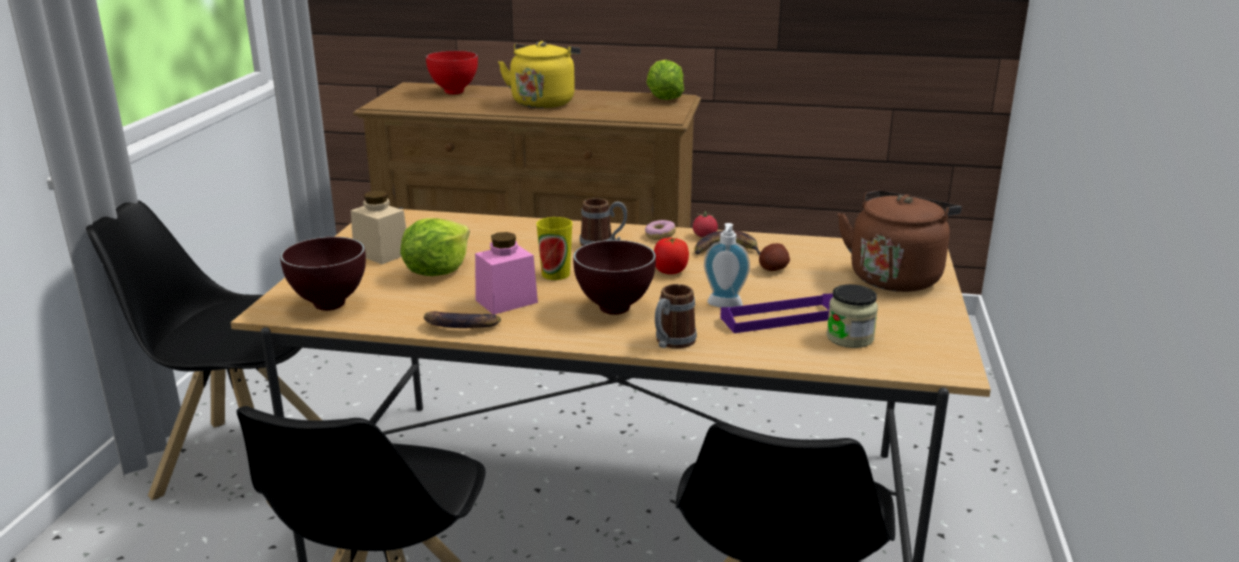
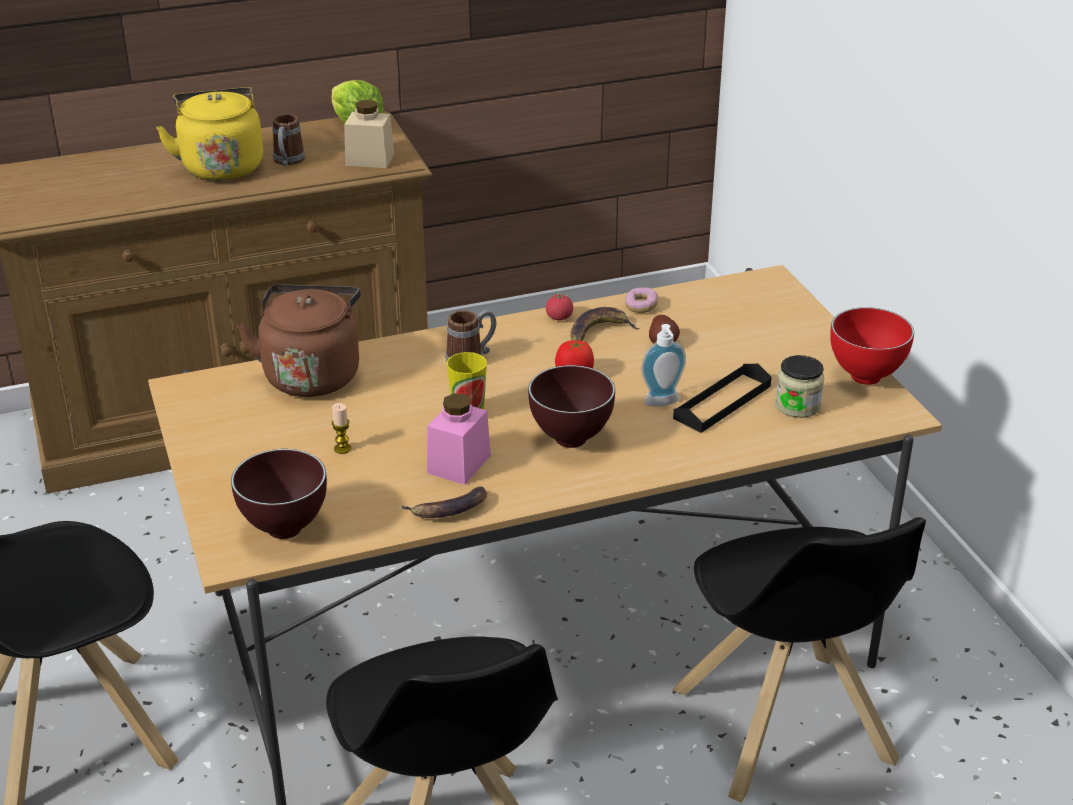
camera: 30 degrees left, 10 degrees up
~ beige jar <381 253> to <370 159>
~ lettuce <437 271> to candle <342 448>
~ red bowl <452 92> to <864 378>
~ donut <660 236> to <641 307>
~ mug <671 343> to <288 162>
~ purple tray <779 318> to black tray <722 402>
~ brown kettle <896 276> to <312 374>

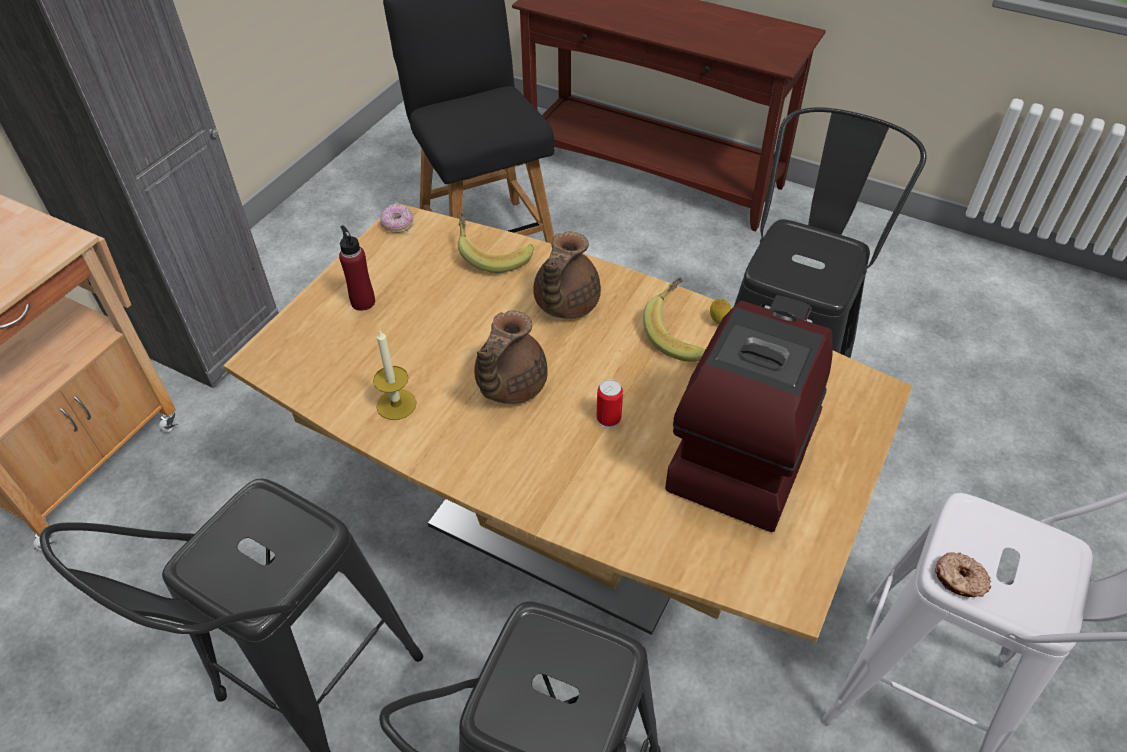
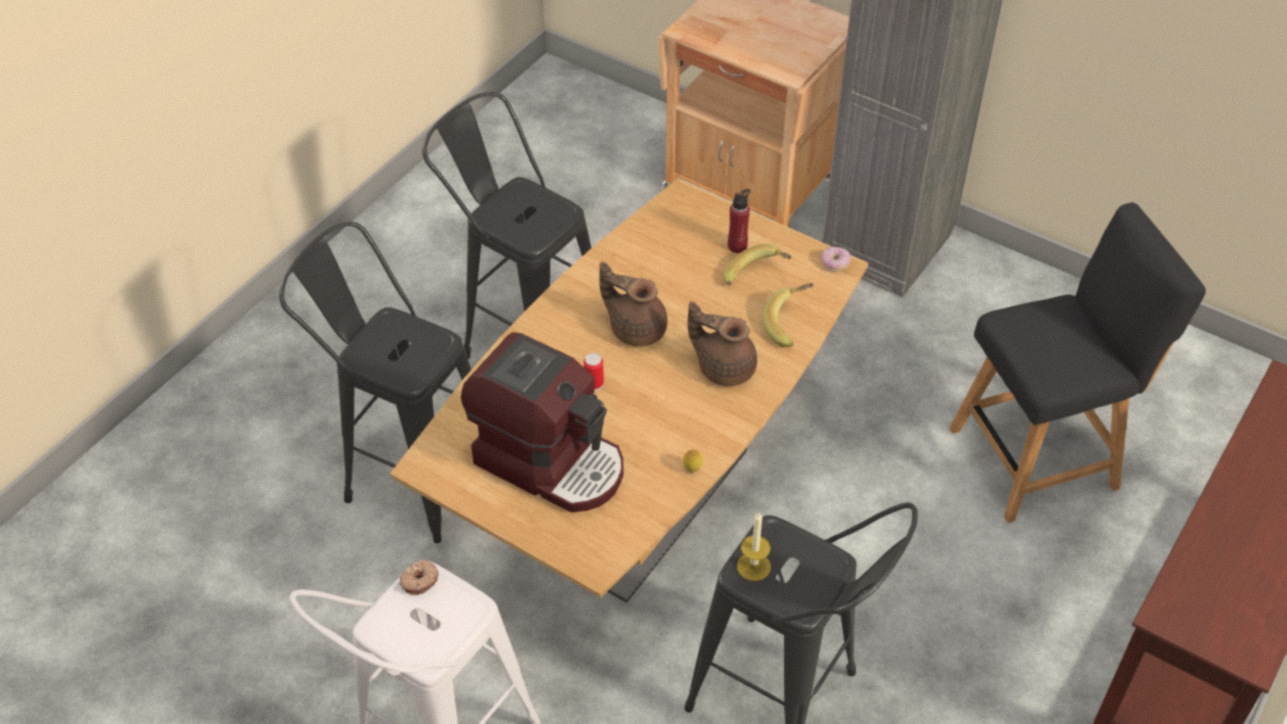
camera: 95 degrees right, 0 degrees up
~ candle <396 404> to <753 566>
~ banana <679 334> to <757 277>

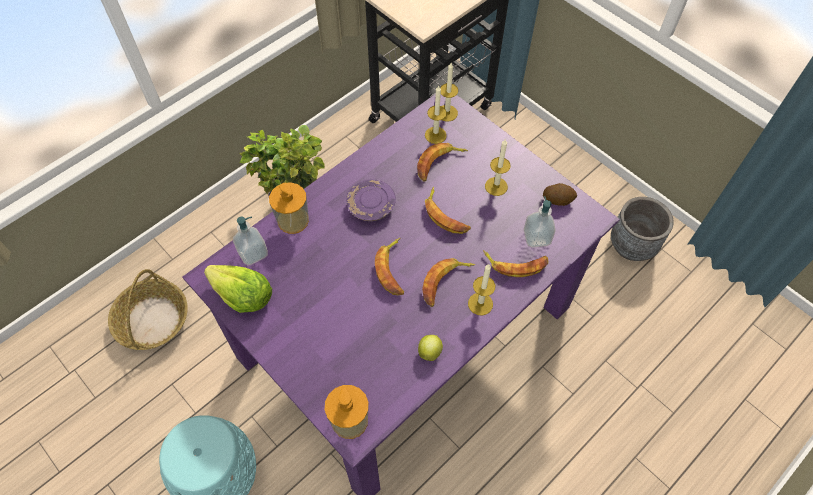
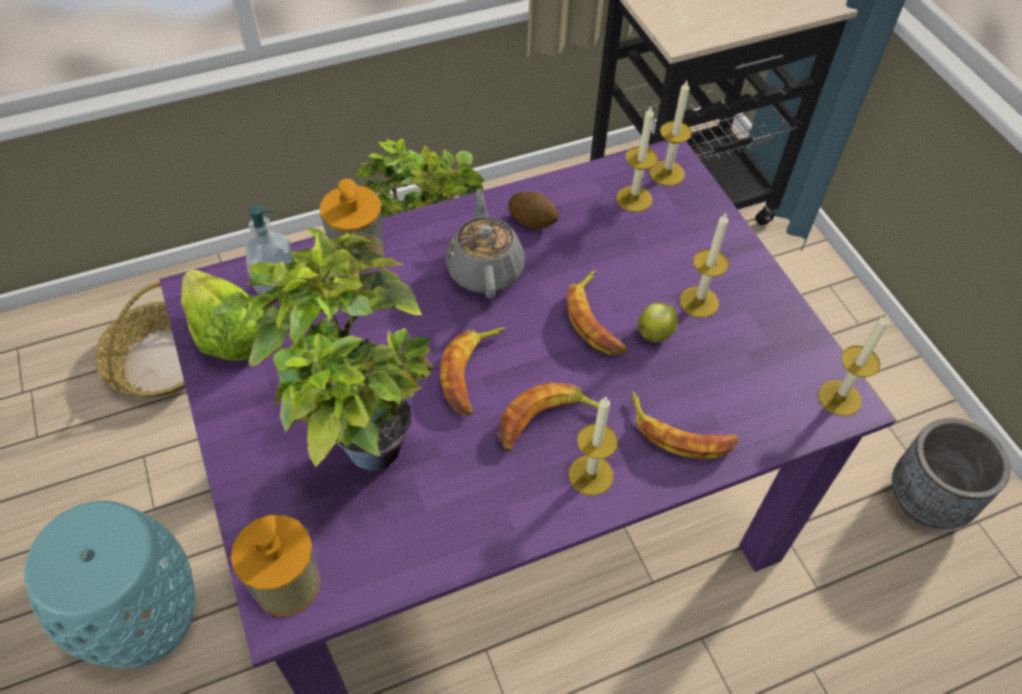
camera: 20 degrees right, 5 degrees down
~ purple plate <371 206> to grey teapot <485 269>
- banana <438 164>
~ apple <430 351> to <655 333>
- soap dispenser <536 237>
~ potato <558 199> to <532 220>
+ potted plant <359 439>
+ candle <839 398>

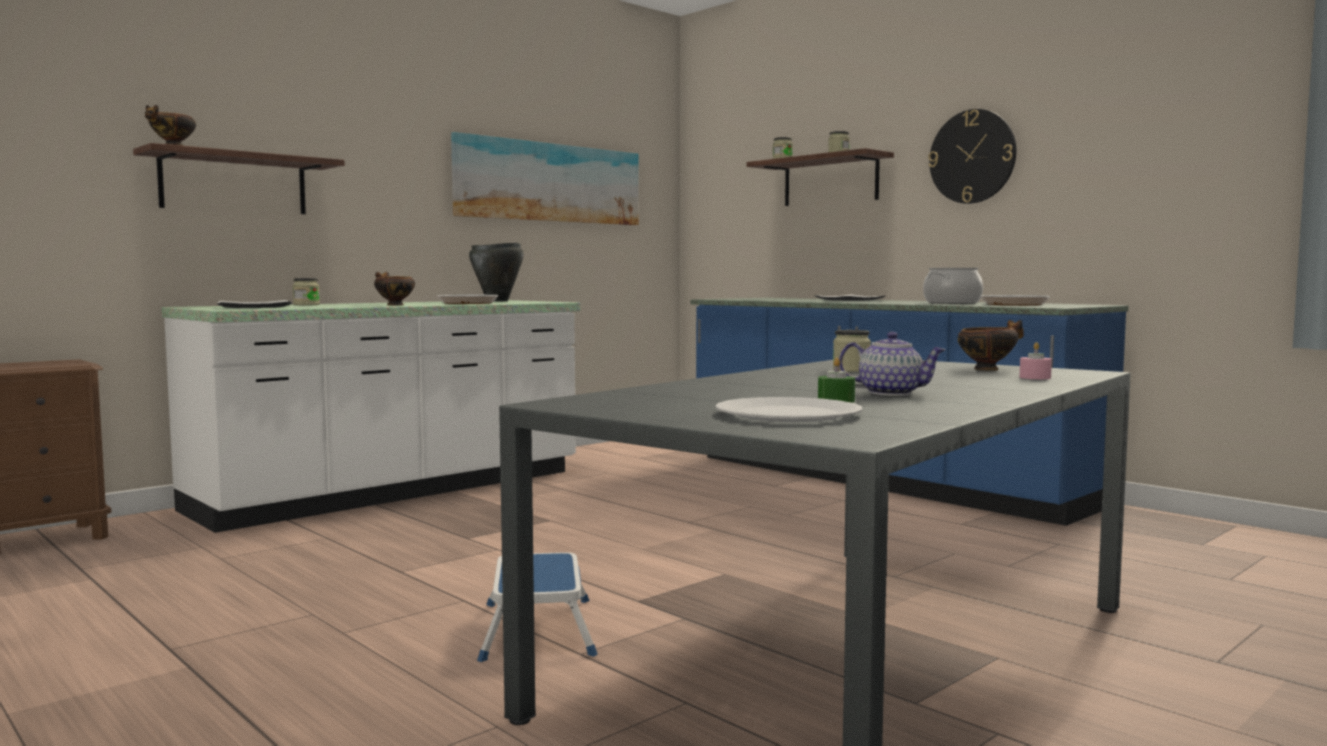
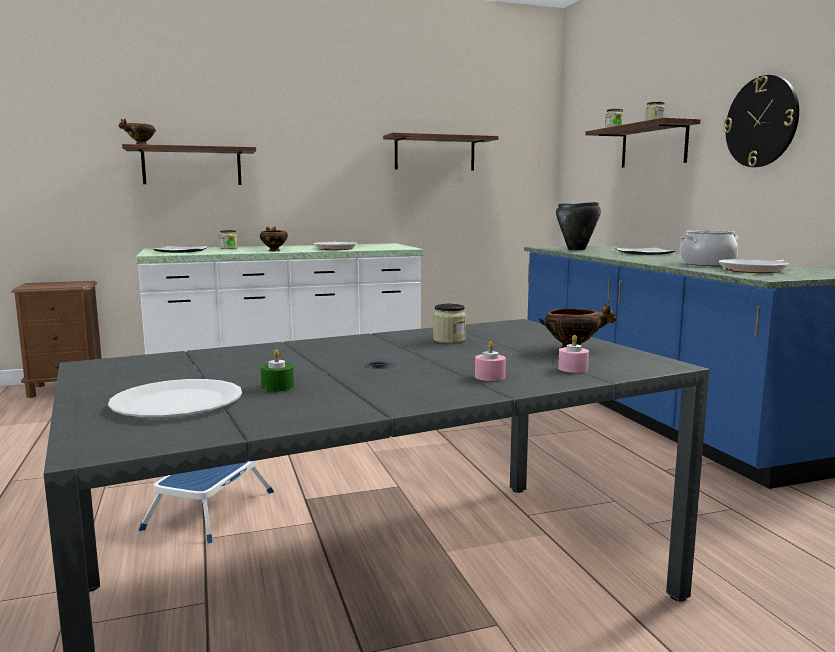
camera: 25 degrees right, 5 degrees up
~ picture <549 182> to shelf <435 153>
~ black cooking pot <497 301> to <576 249>
- teapot <891 393>
+ pink candle <490 376>

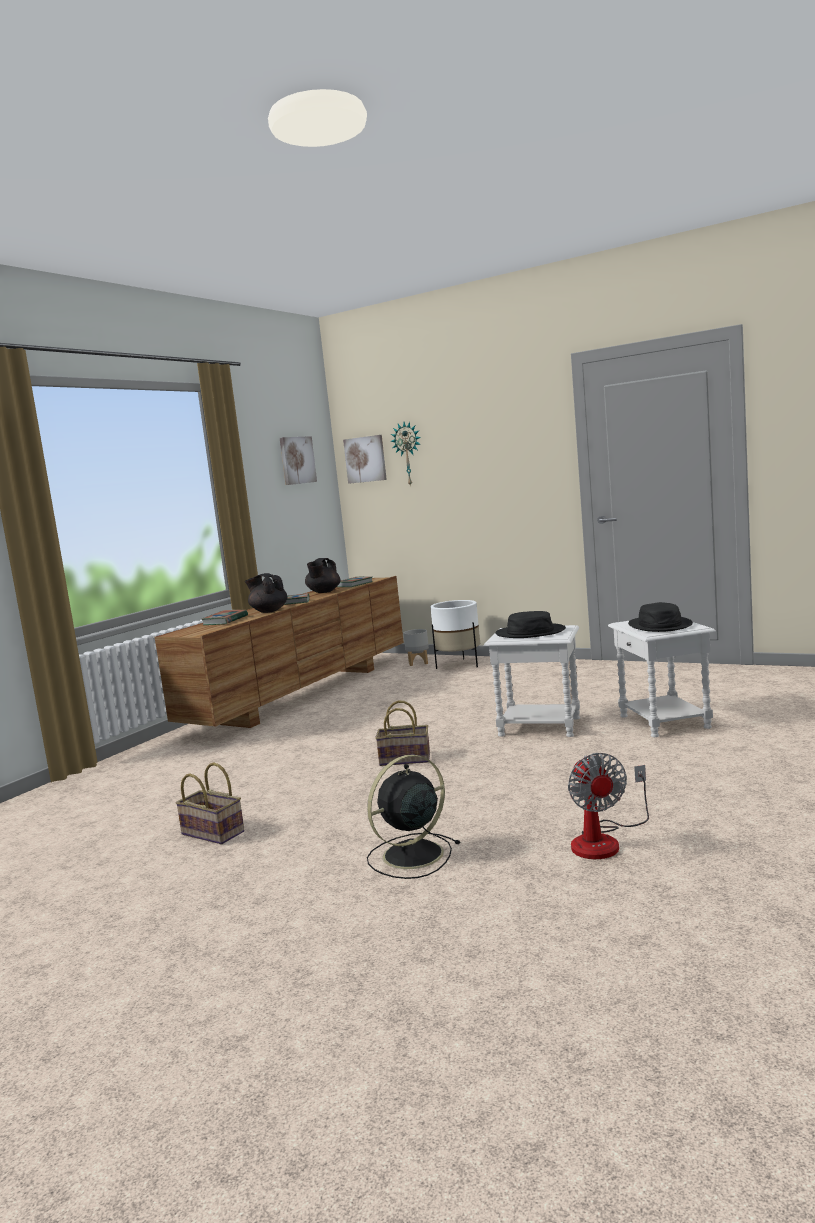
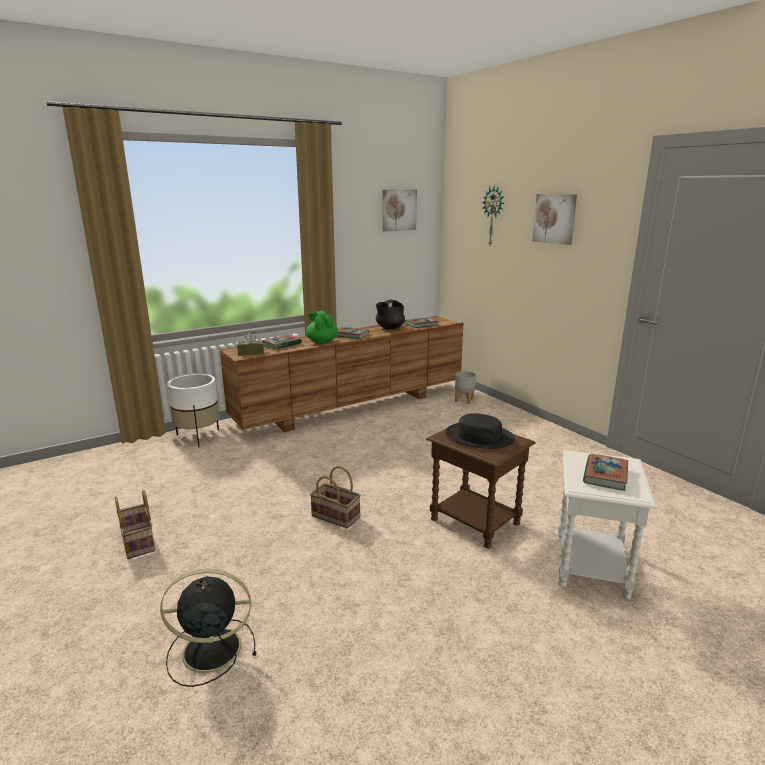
camera: 25 degrees right, 10 degrees up
~ black teapot <268 611> to green teapot <322 342>
~ picture <365 459> to <555 218>
~ white planter <459 665> to <198 437>
~ white side table <539 727> to brown side table <474 521>
- fan <604 840>
~ black hat <660 625> to book <605 475>
+ brown tissue box <251 353>

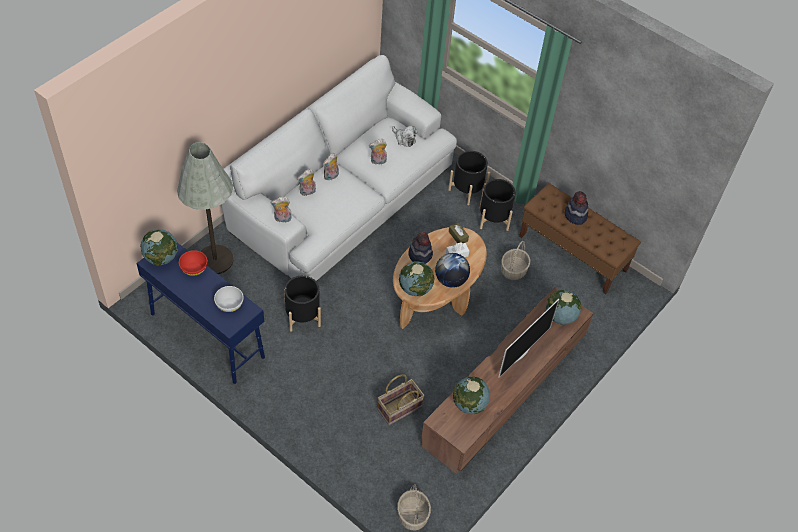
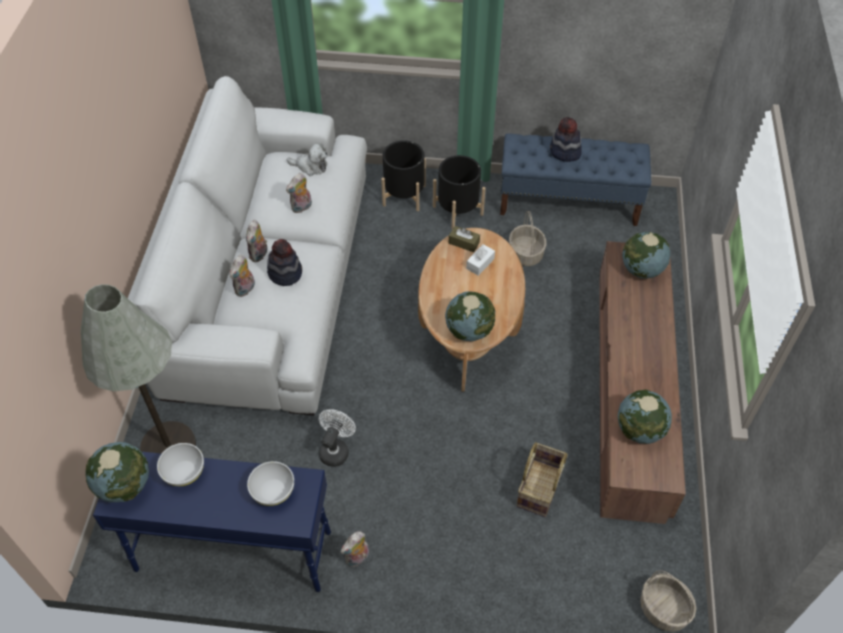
camera: 30 degrees left, 0 degrees up
~ red bowl <194 268> to white bowl <184 472>
~ plush toy <282 219> to <357 558>
~ black planter <302 316> to white fan <336 449>
~ hat <420 255> to <285 273>
- globe <451 280>
- television <520 353>
~ brown bench <573 253> to blue bench <569 202>

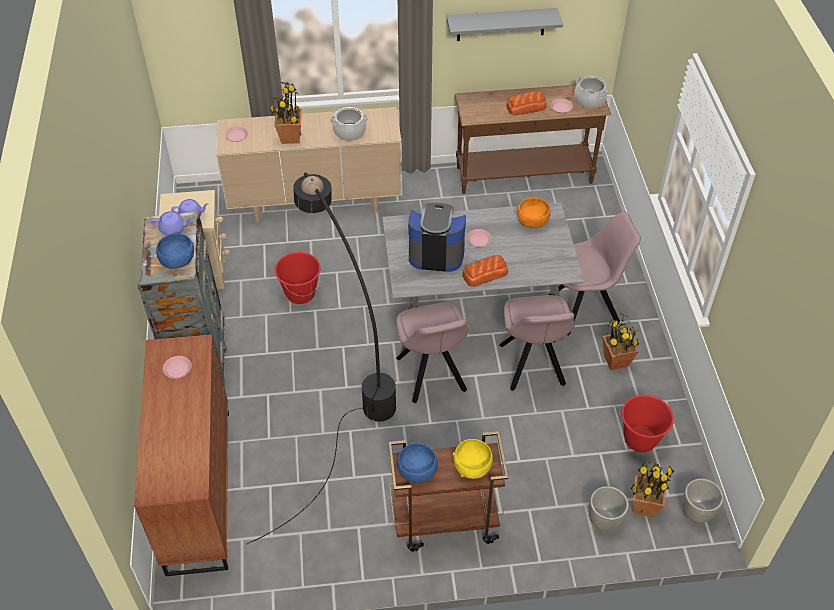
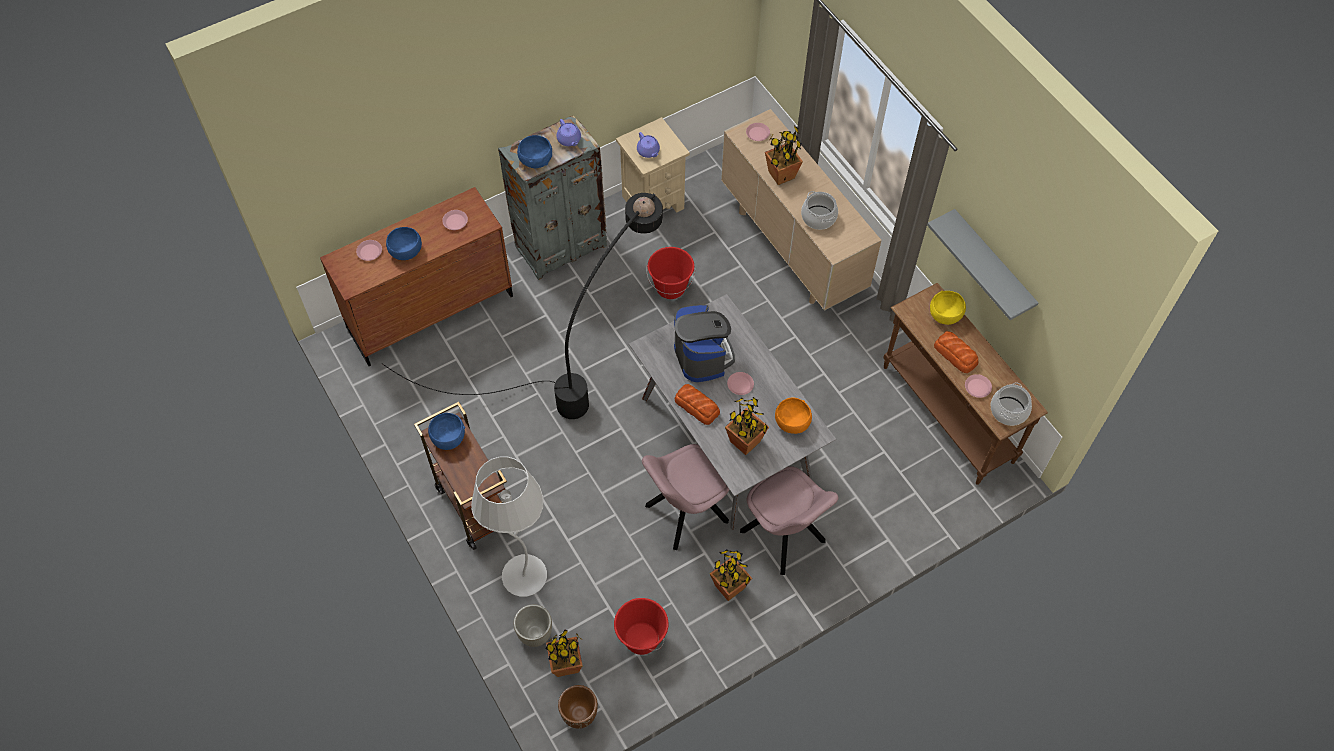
camera: 65 degrees right, 10 degrees up
- pink chair <431 374>
~ yellow bowl <472 466> to <945 315>
~ grey planter <697 512> to brown planter <579 714>
+ pink plate <369 252>
+ blue bowl <406 251>
+ white floor lamp <524 577>
+ potted plant <745 442>

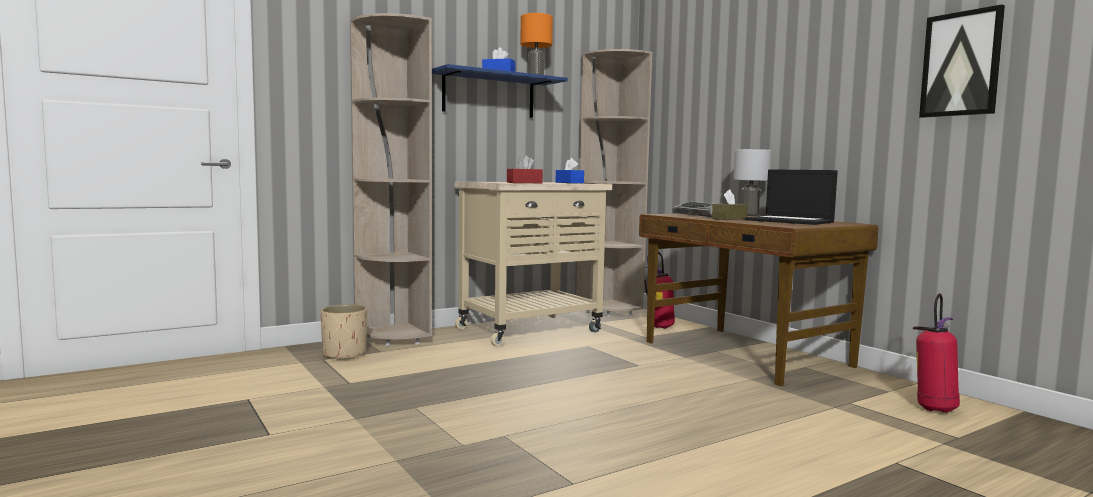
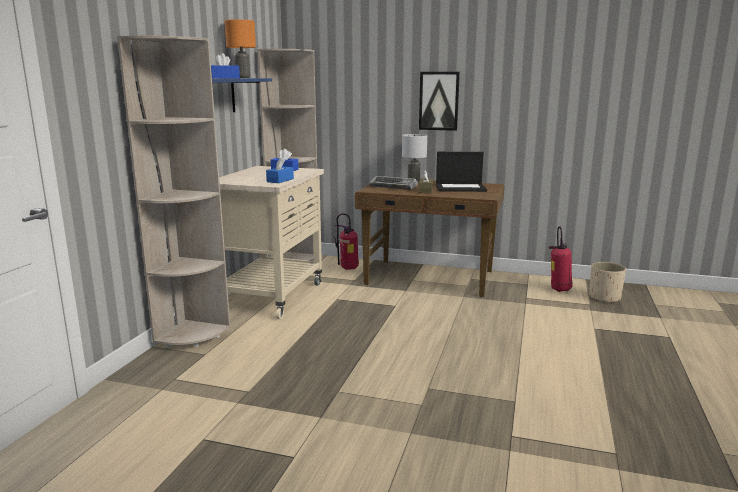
camera: 40 degrees left, 10 degrees up
~ beige planter <344 354> to <604 298>
~ red tissue box <524 183> to blue tissue box <280 180>
~ picture <961 64> to <439 101>

